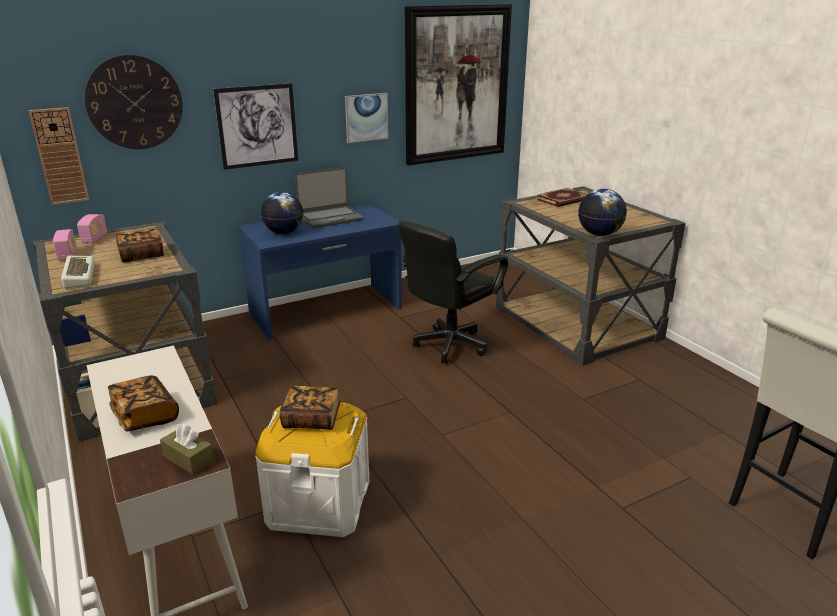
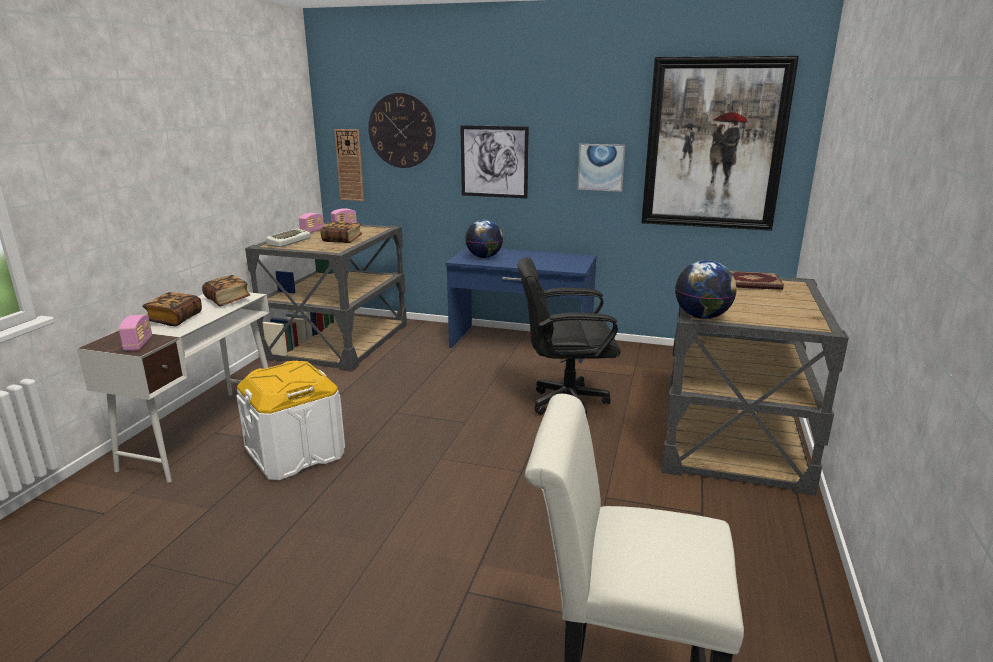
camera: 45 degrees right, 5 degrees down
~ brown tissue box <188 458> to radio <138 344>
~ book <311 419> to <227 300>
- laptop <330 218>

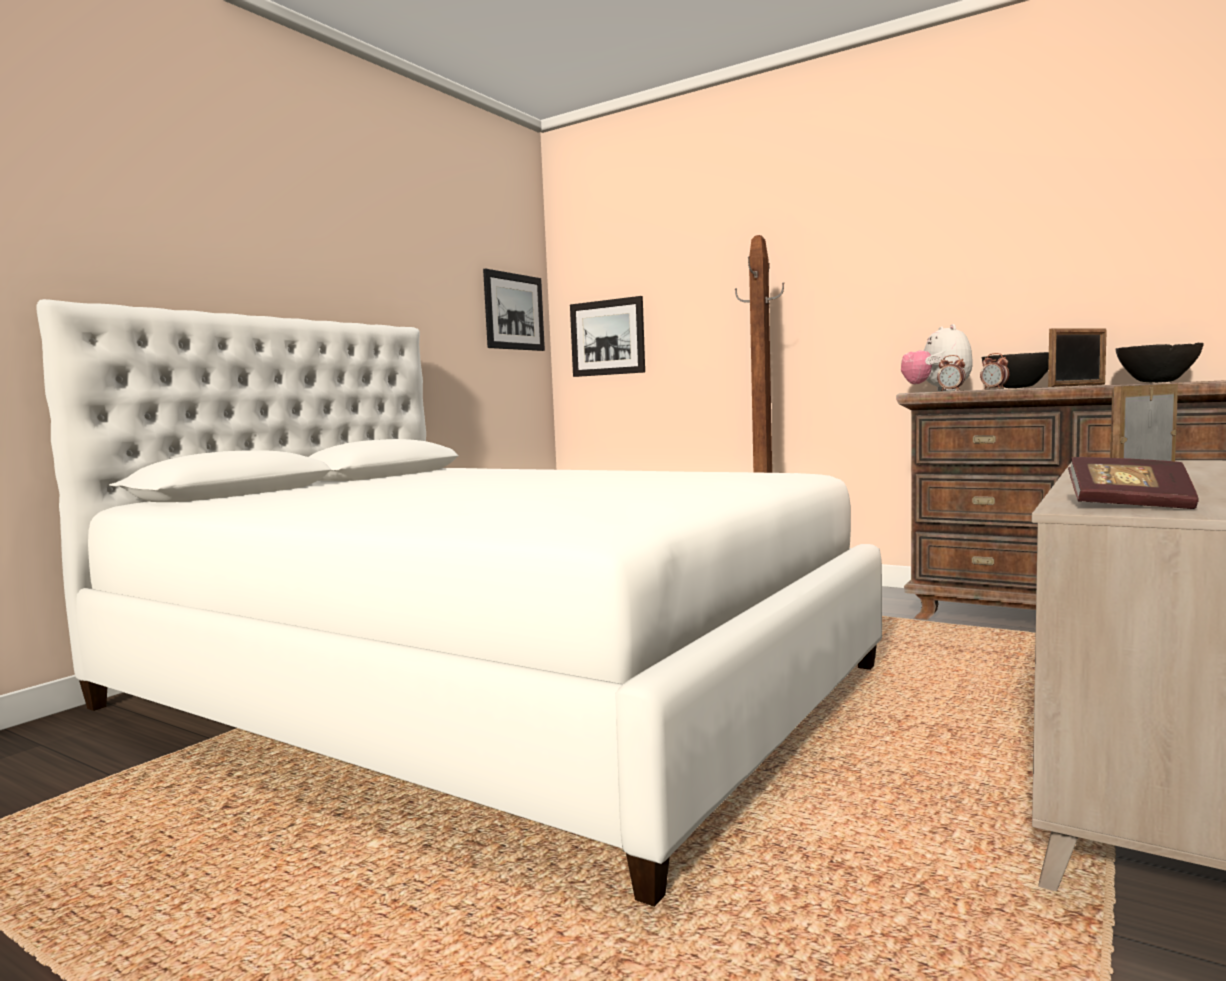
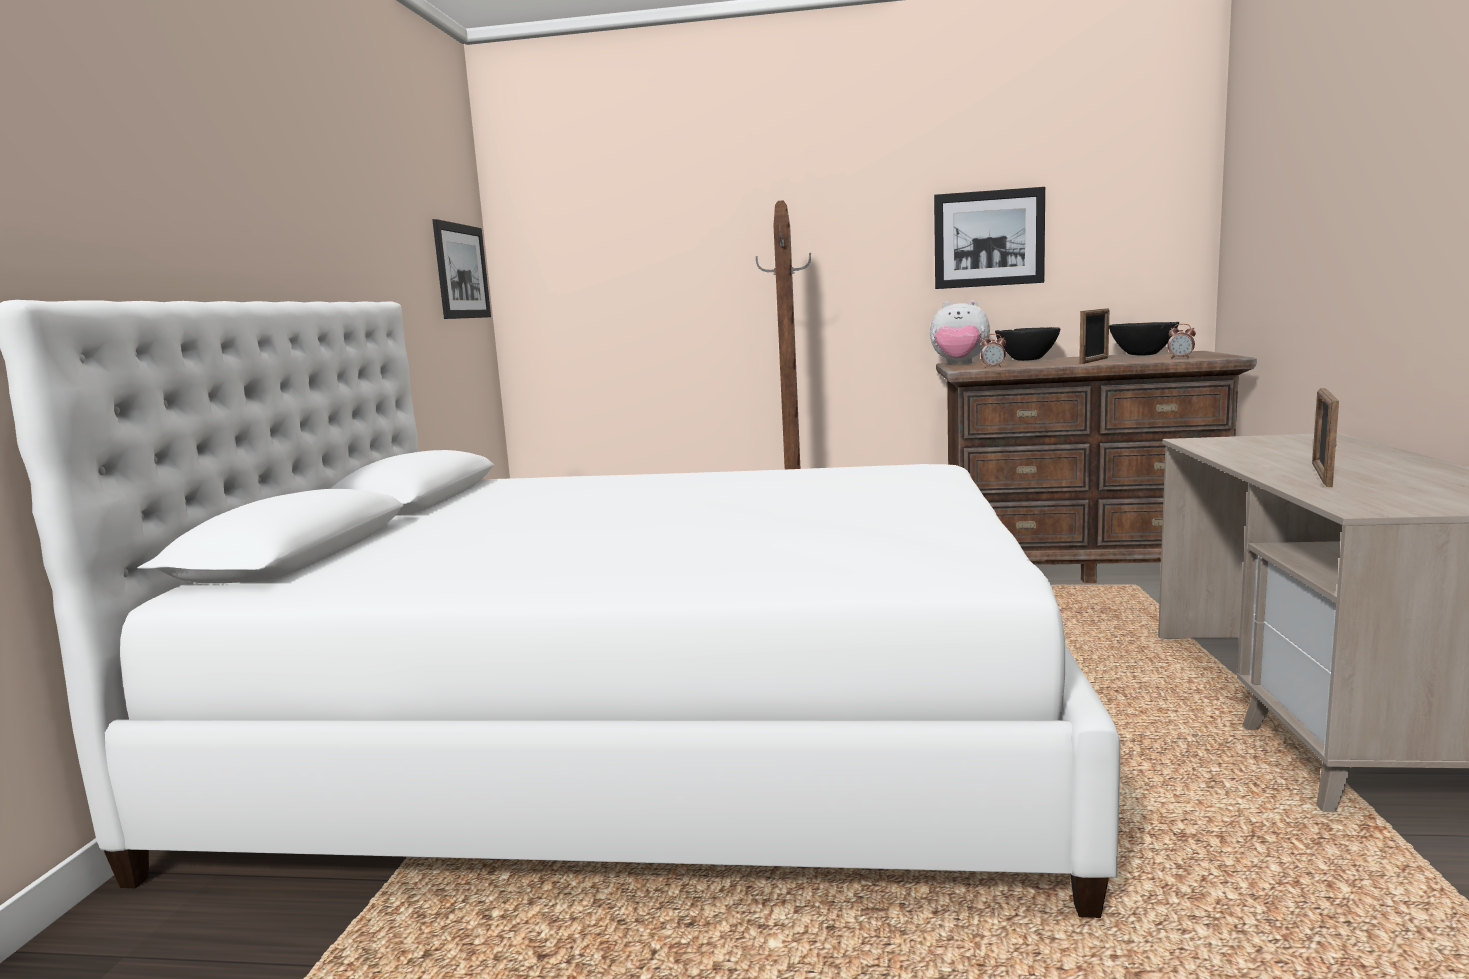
camera: 25 degrees left, 5 degrees up
~ picture <607 337> to <988 238>
~ plush toy <937 391> = <959 364> 45 degrees counterclockwise
~ alarm clock <994 389> to <1180 358>
- book <1129 505>

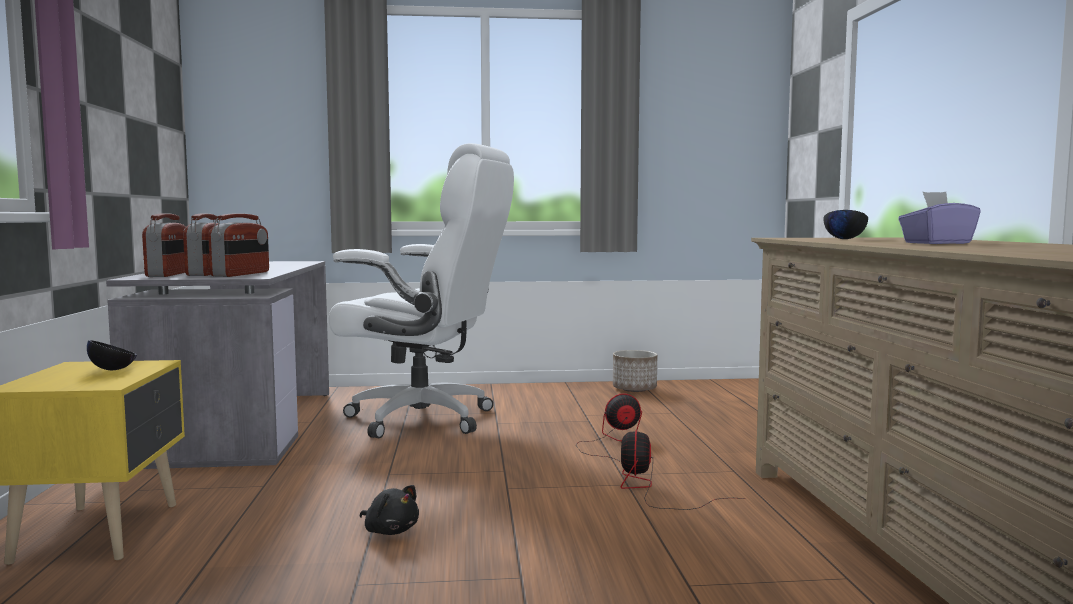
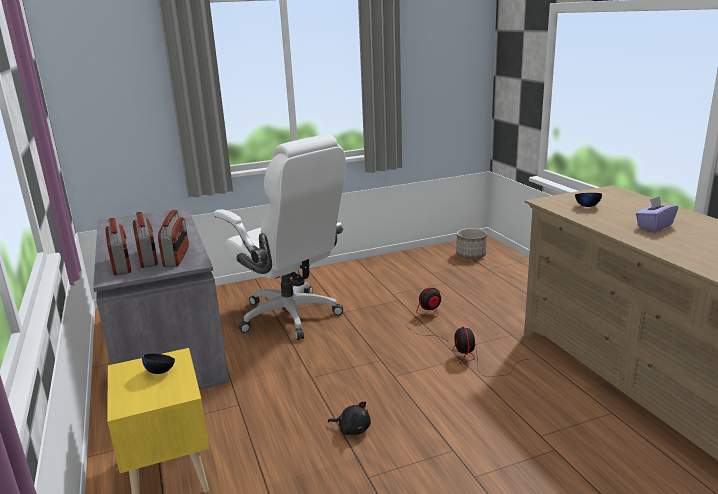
camera: 15 degrees left, 15 degrees up
~ white office chair <423 419> = <291 316> 45 degrees clockwise
~ planter <635 389> to <471 255>

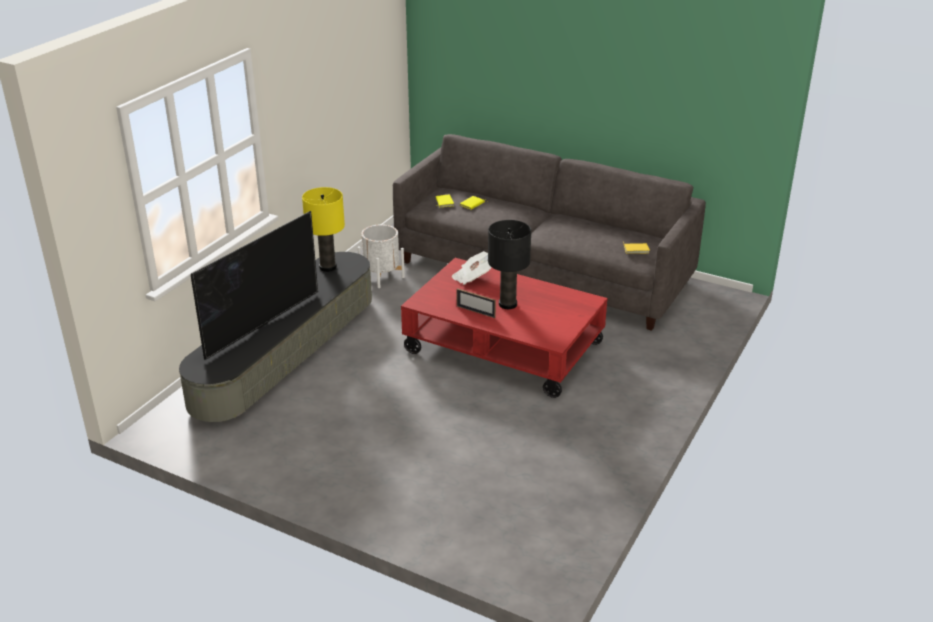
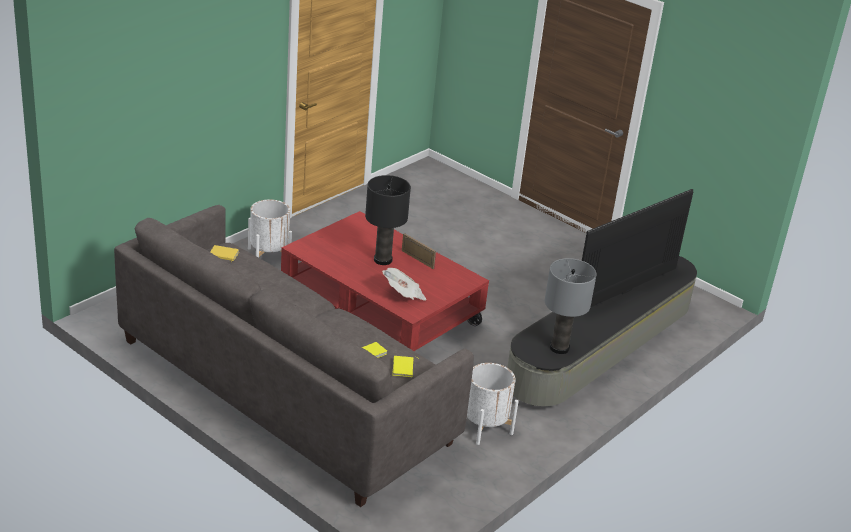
camera: 170 degrees left, 0 degrees up
~ yellow table lamp <328 267> to grey table lamp <559 348>
+ white planter <269 255>

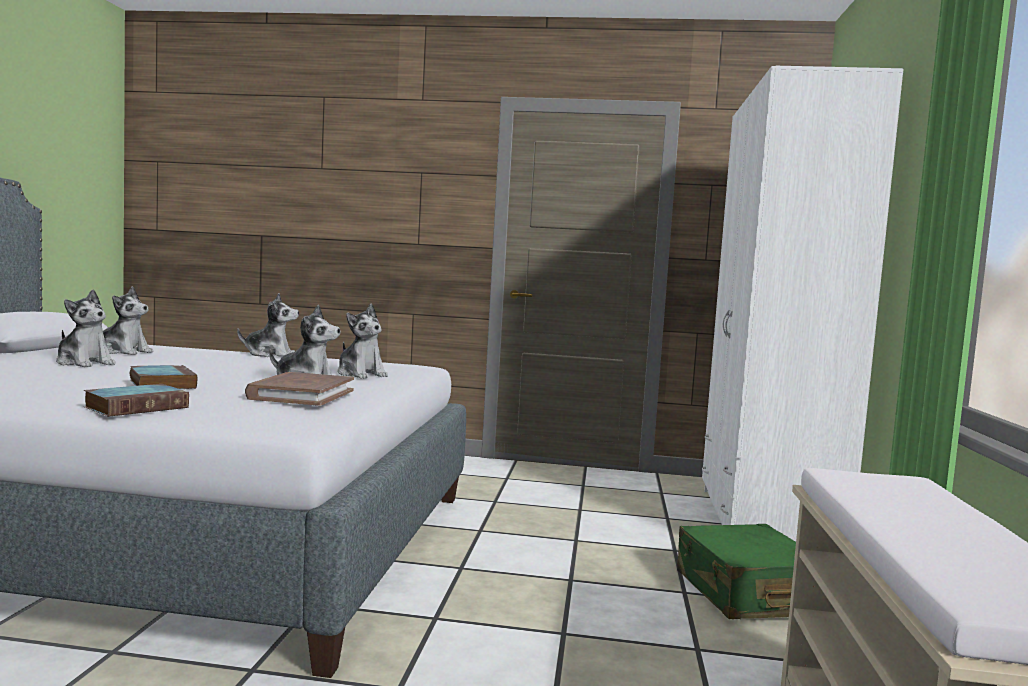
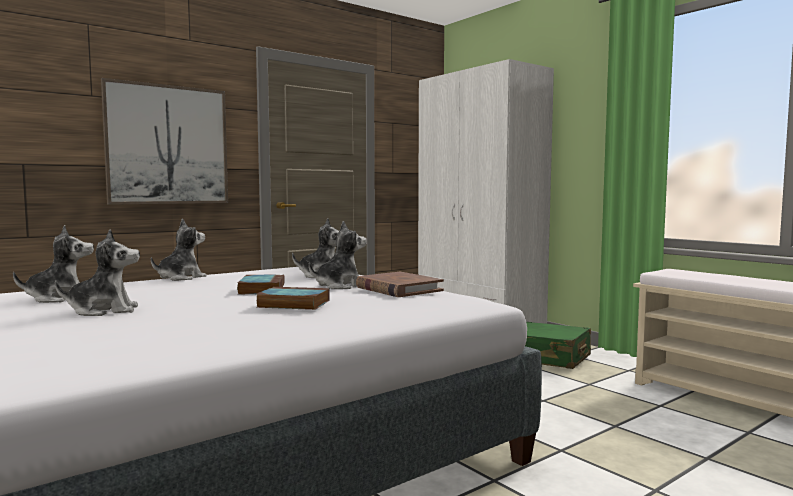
camera: 45 degrees left, 0 degrees up
~ book <138 407> to <261 289>
+ picture <168 145>

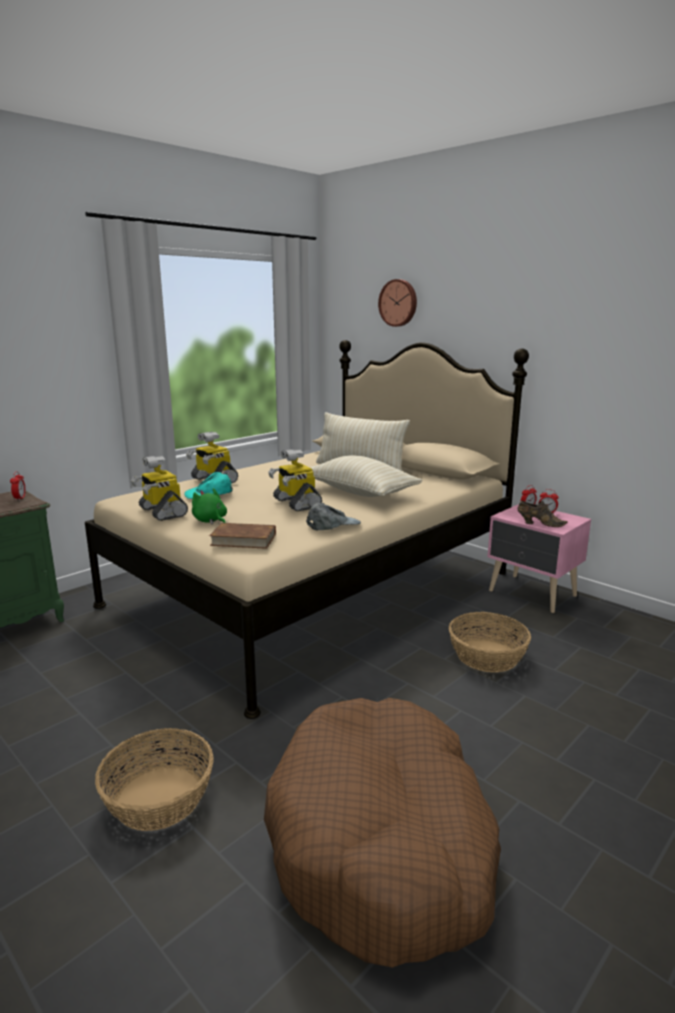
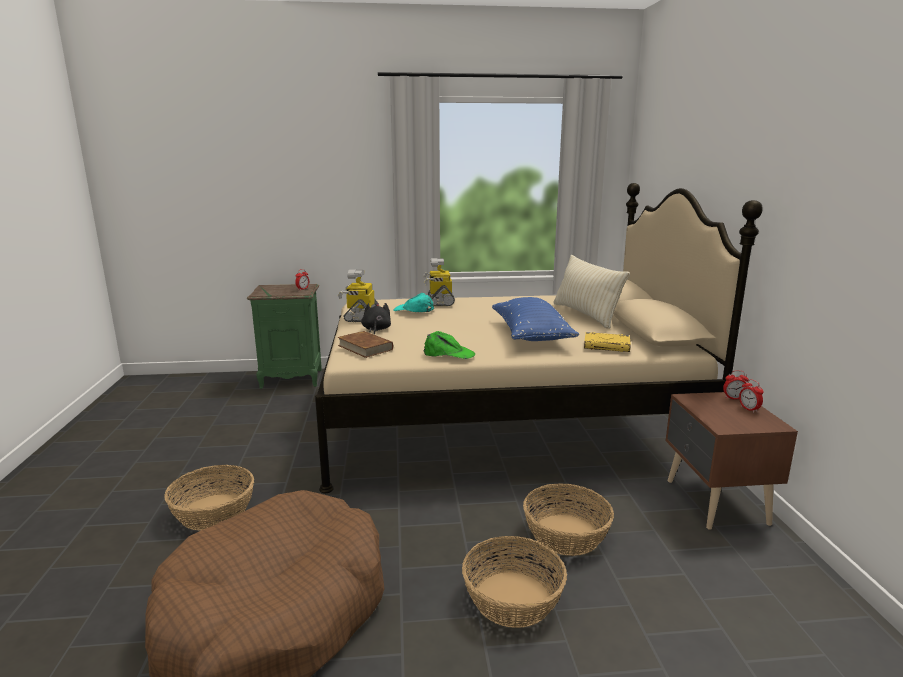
camera: 40 degrees right, 0 degrees up
~ green plush toy <210 521> to black plush toy <376 329>
- toy robot <296 503>
~ grey cap <333 524> to green cap <449 354>
~ beige pillow <359 493> to blue pillow <531 335>
- wall clock <398 303>
~ pink nightstand <532 594> to brown nightstand <715 503>
- brown shoe <539 524>
+ basket <512 599>
+ yellow book <607 346>

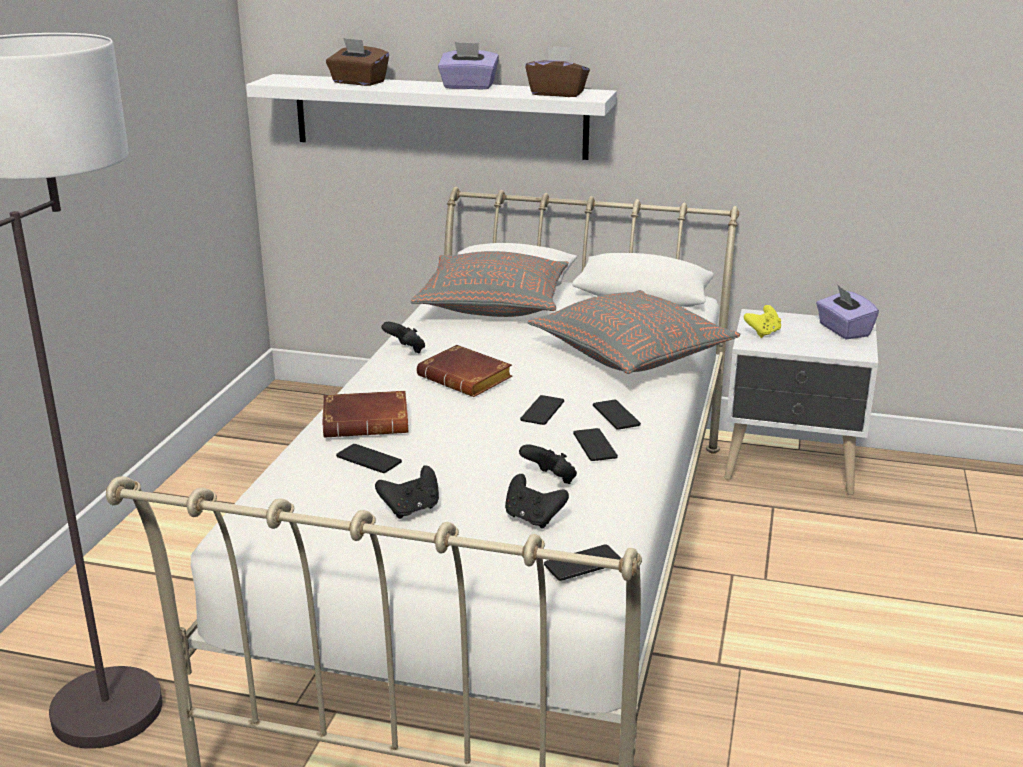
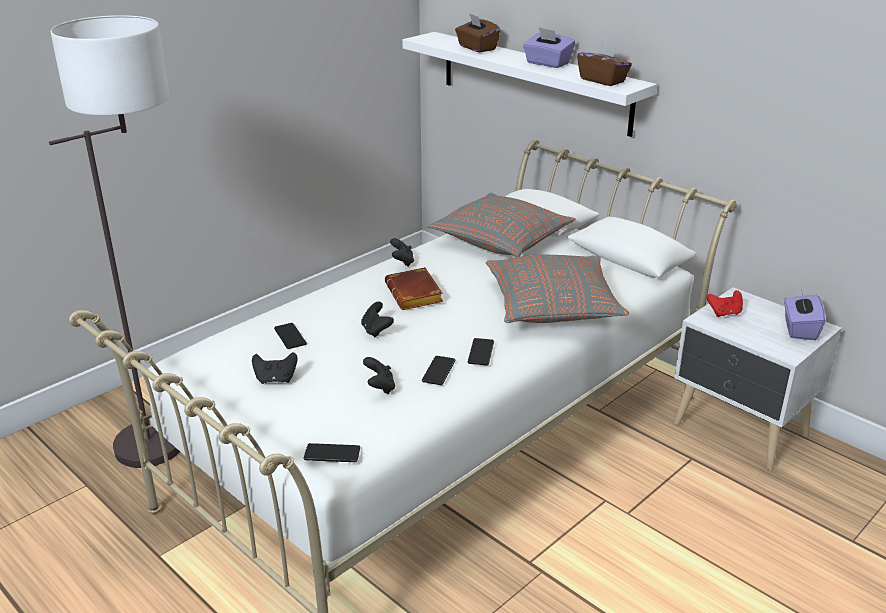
camera: 30 degrees right, 5 degrees up
- brown book <368 422>
~ black game controller <533 518> to <376 330>
- phone <542 411>
~ yellow game controller <763 333> to red game controller <724 313>

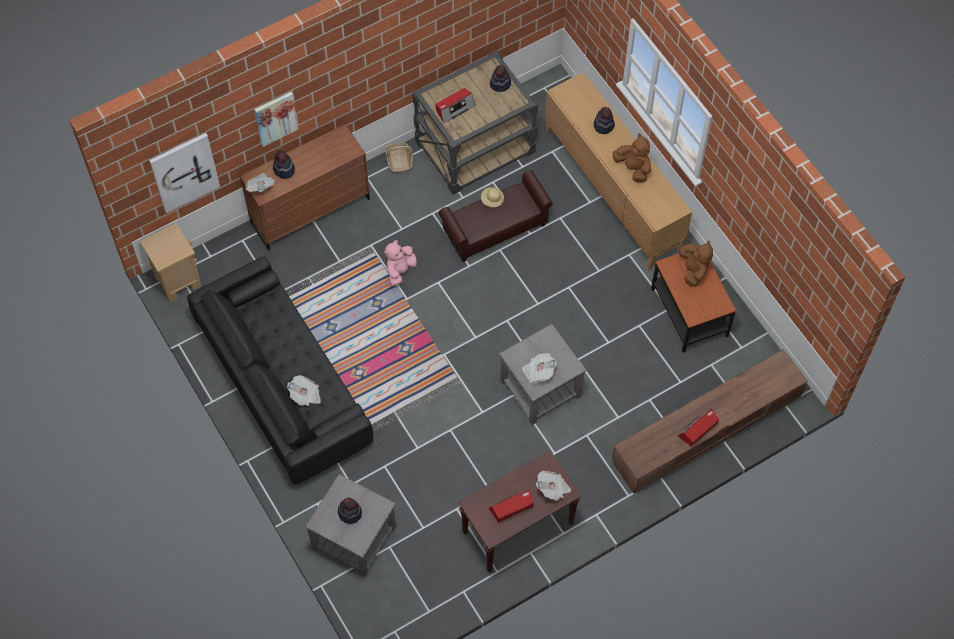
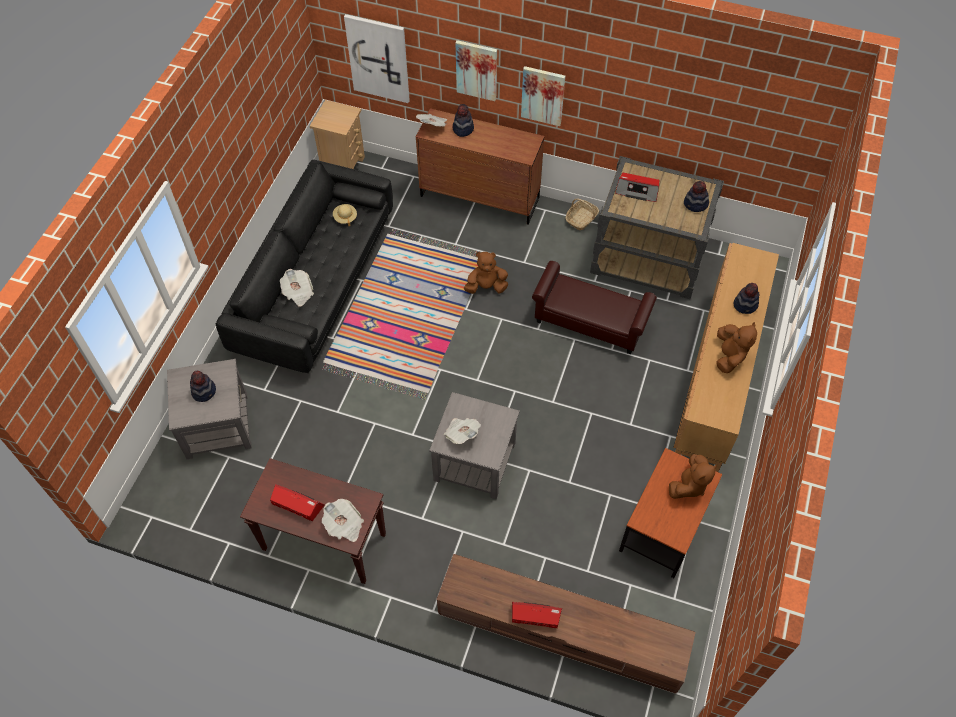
camera: 50 degrees right, 5 degrees down
~ pink plush toy <400 270> to brown plush toy <486 287>
~ beige hat <492 200> to <345 217>
+ picture <543 95>

